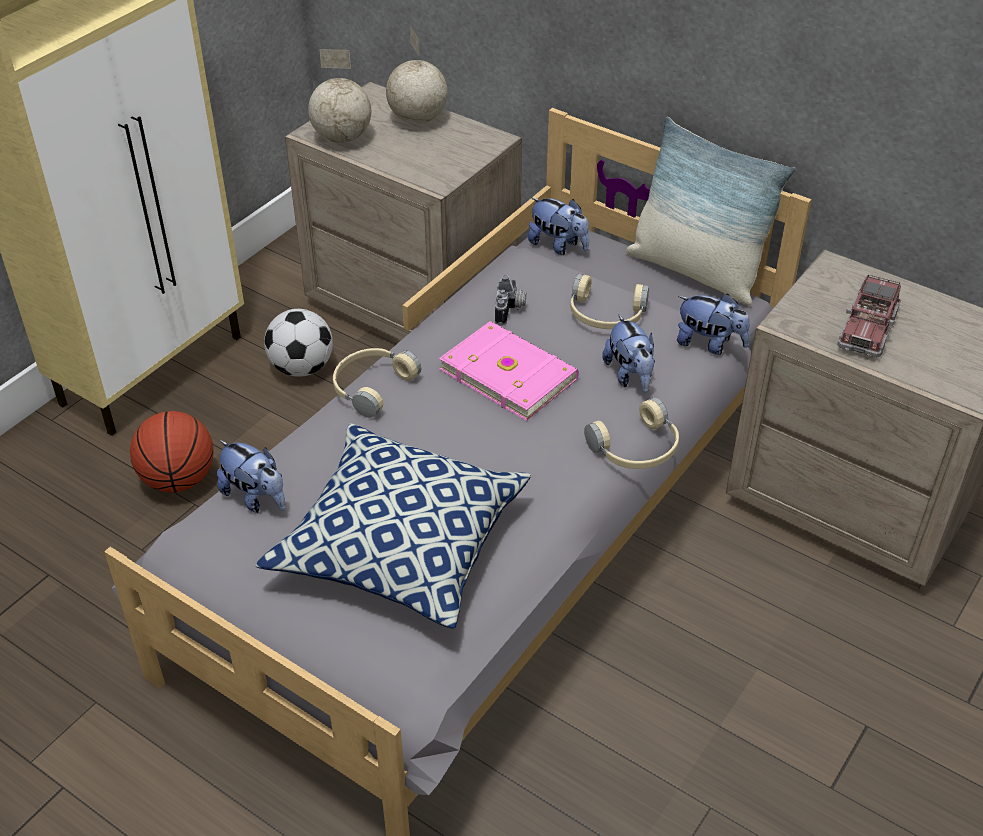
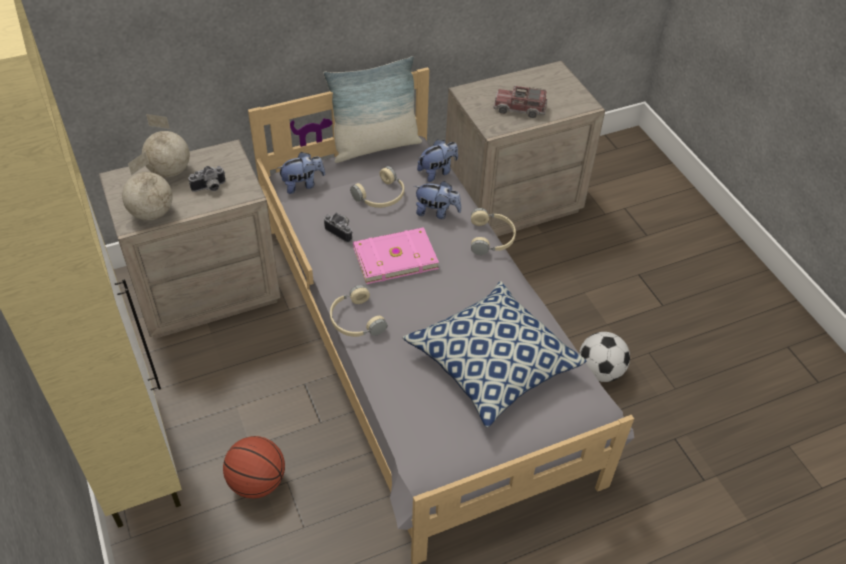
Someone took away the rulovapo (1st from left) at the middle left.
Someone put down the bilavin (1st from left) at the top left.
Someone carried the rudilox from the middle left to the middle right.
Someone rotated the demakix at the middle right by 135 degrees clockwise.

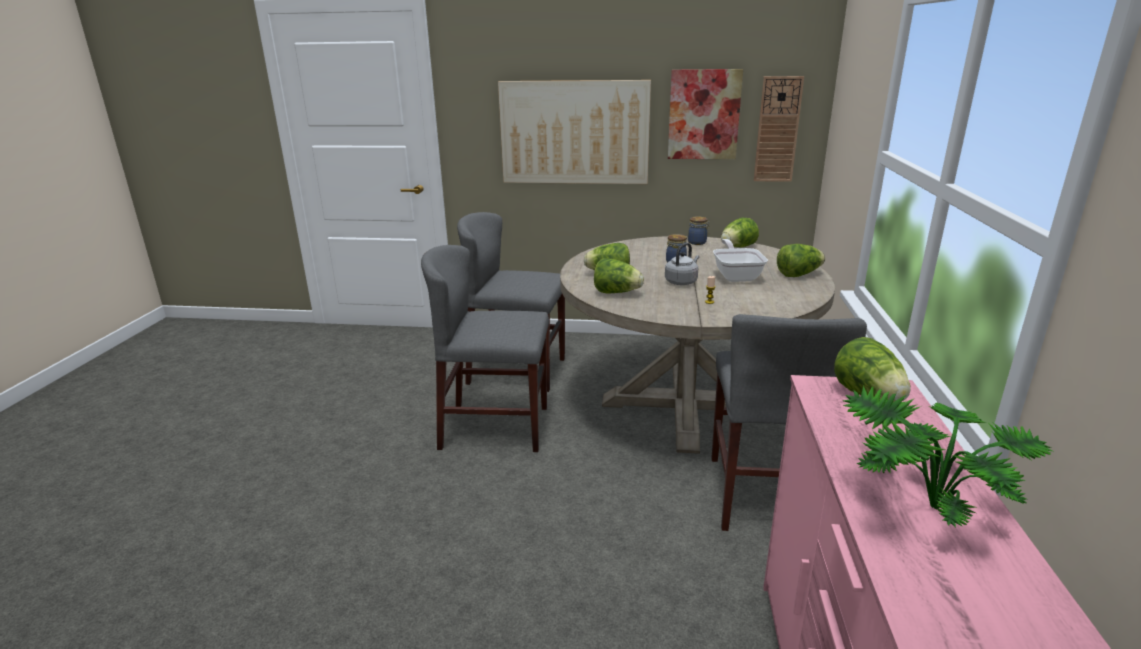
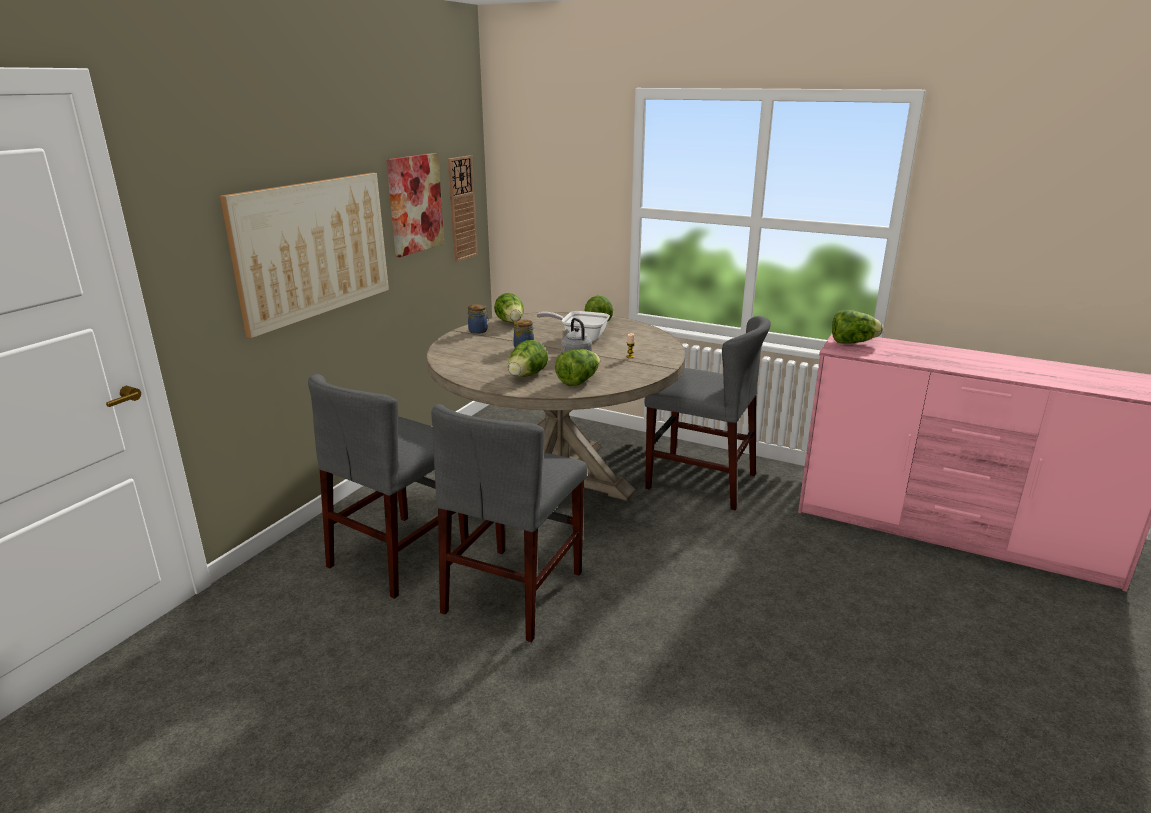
Someone took away the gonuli at the bottom right.

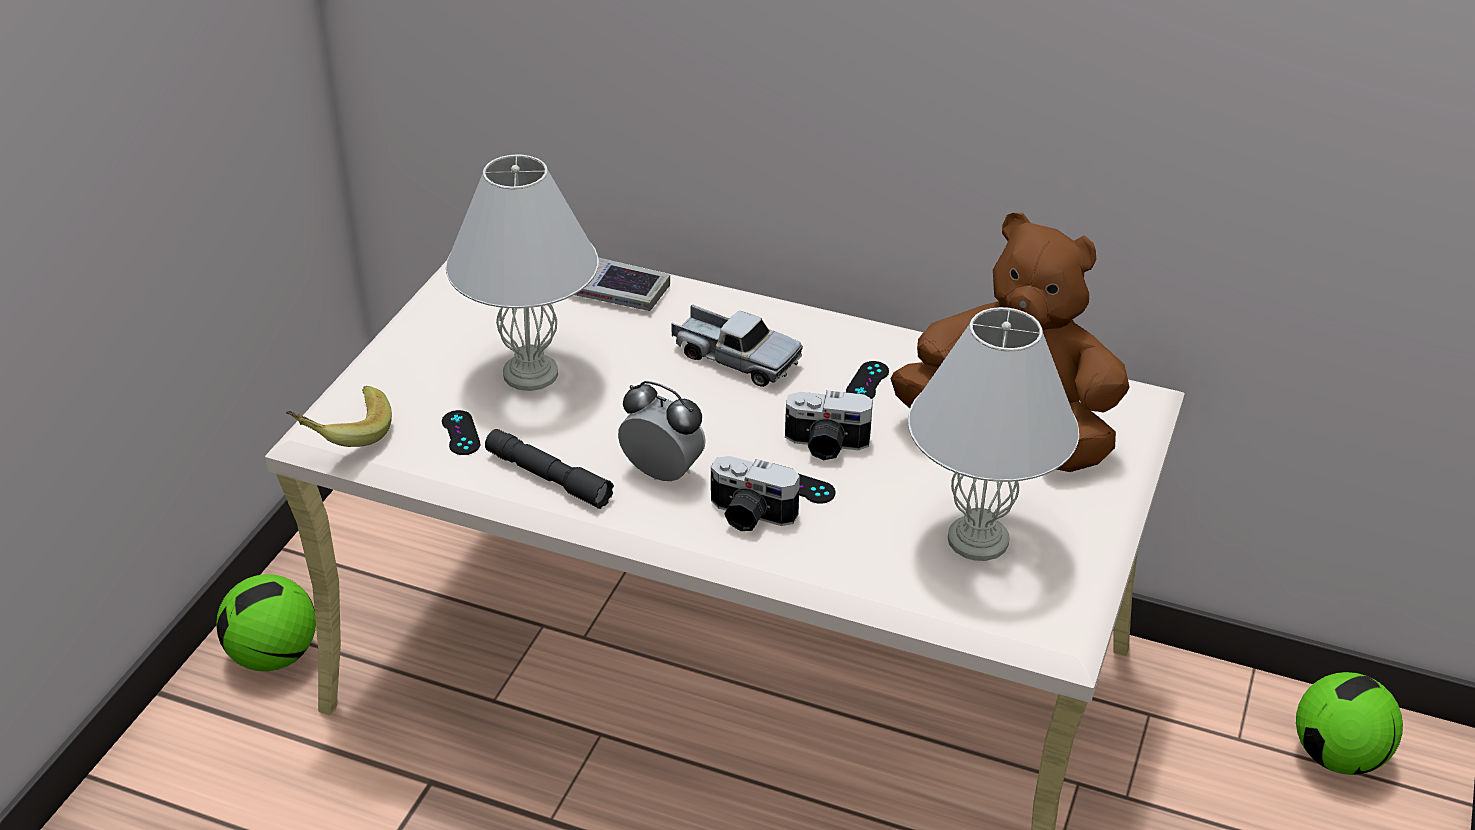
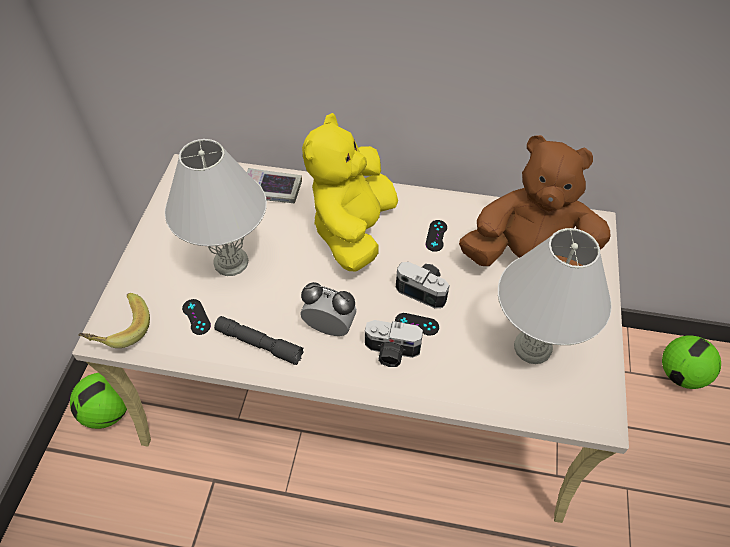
Someone swapped the demakix at the centre for the rulovapo (yellow) at the centre.
Someone rotated the bilavin (2nd from left) at the centre by 150 degrees counterclockwise.

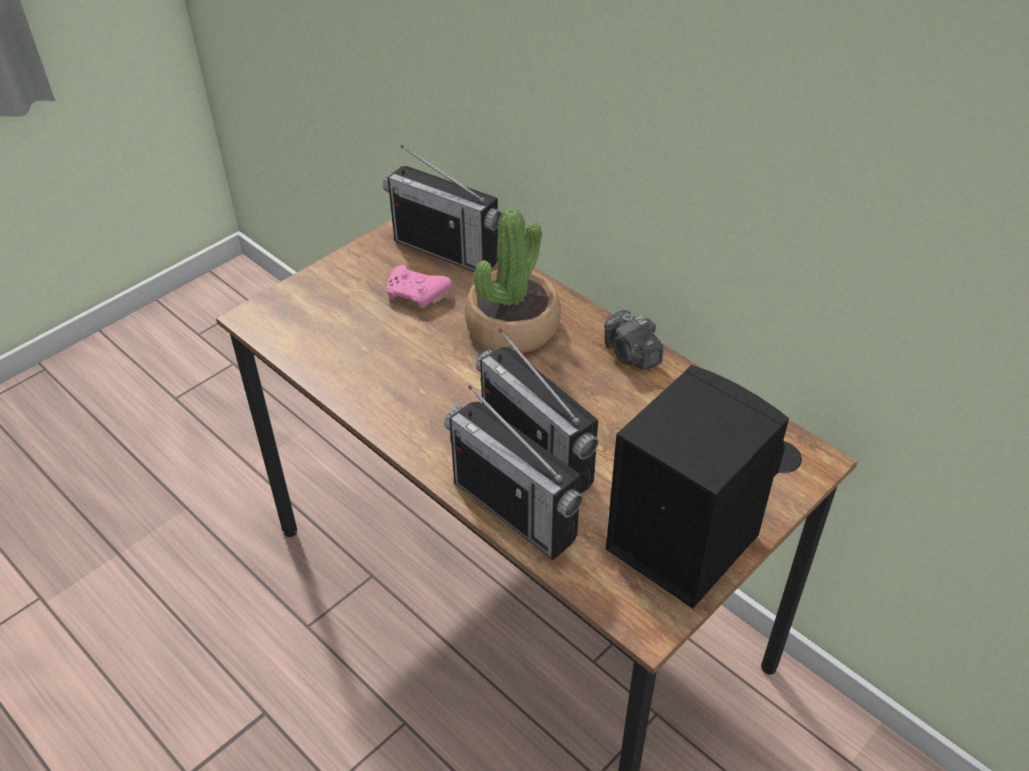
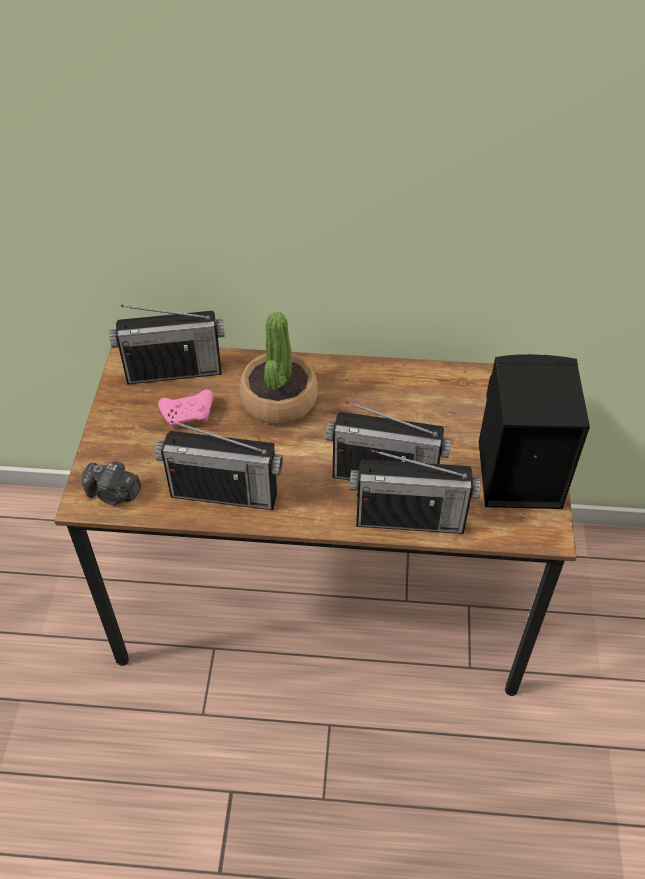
Someone put down the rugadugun (2nd from left) at the centre.
Someone carried the bilavin from the centre to the middle left.

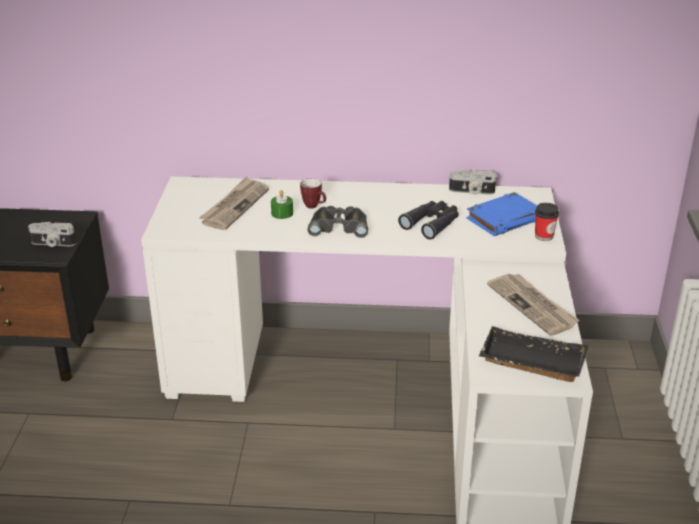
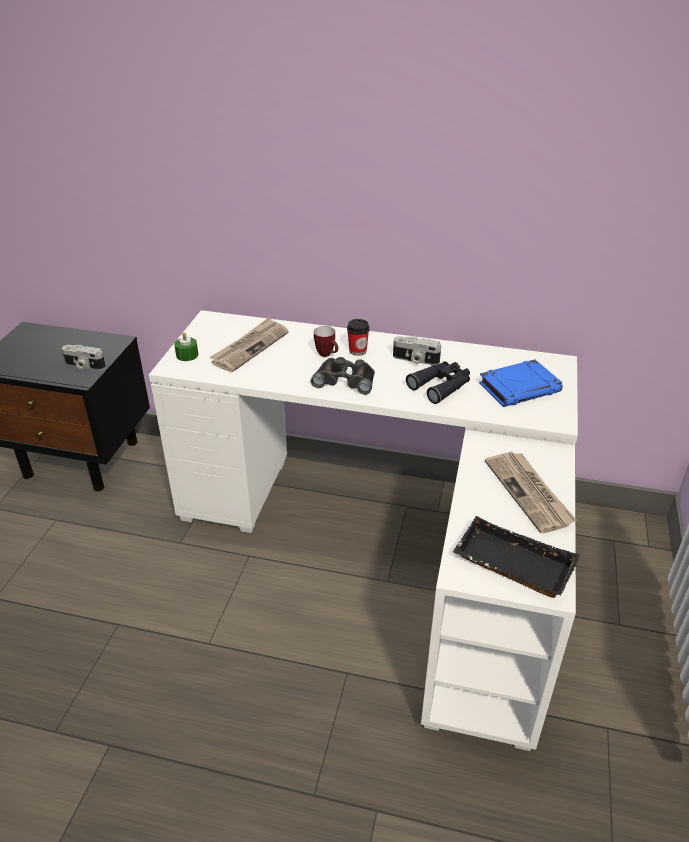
Someone carried the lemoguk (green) from the centre to the middle left.
Someone carried the bilavin (2nd from left) from the middle right to the centre.
Someone carried the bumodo from the middle right to the centre.

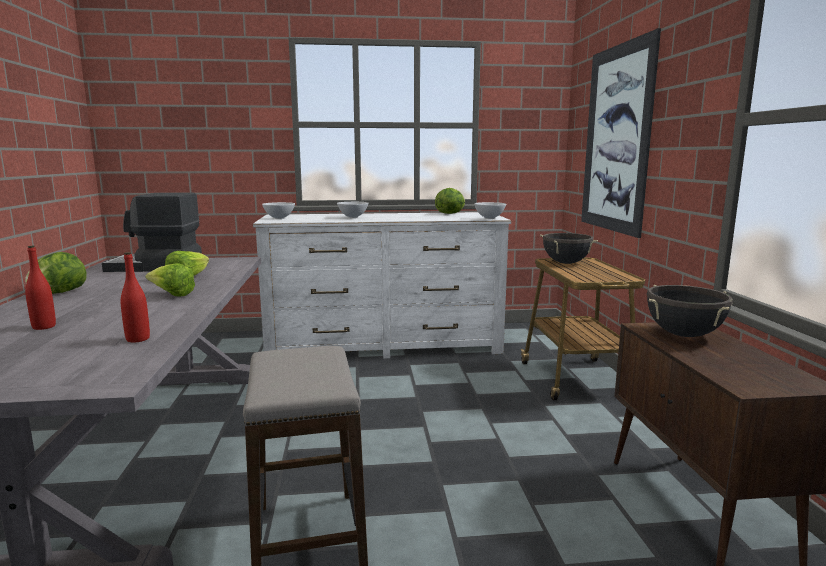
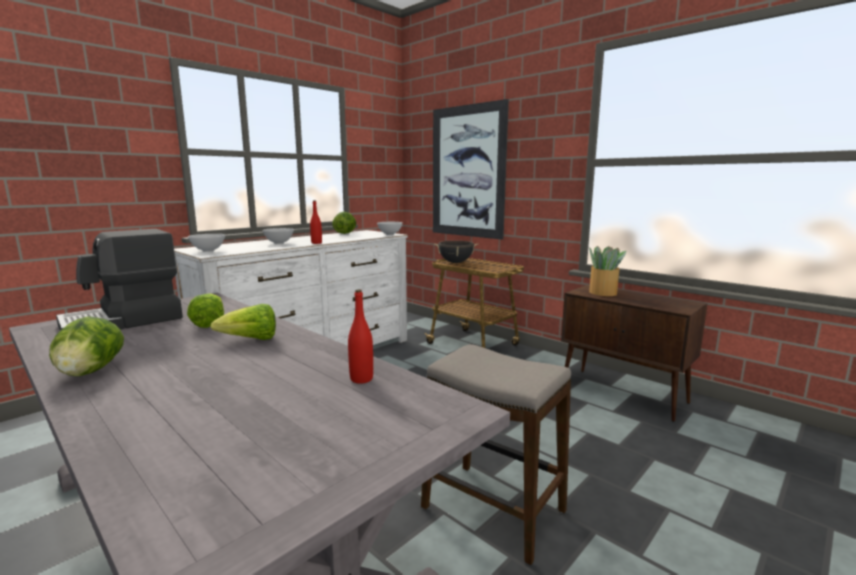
Someone carried the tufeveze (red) (1st from left) from the middle left to the centre.
Someone swapped the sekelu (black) (2nd from left) at the middle right for the gonuli at the middle right.

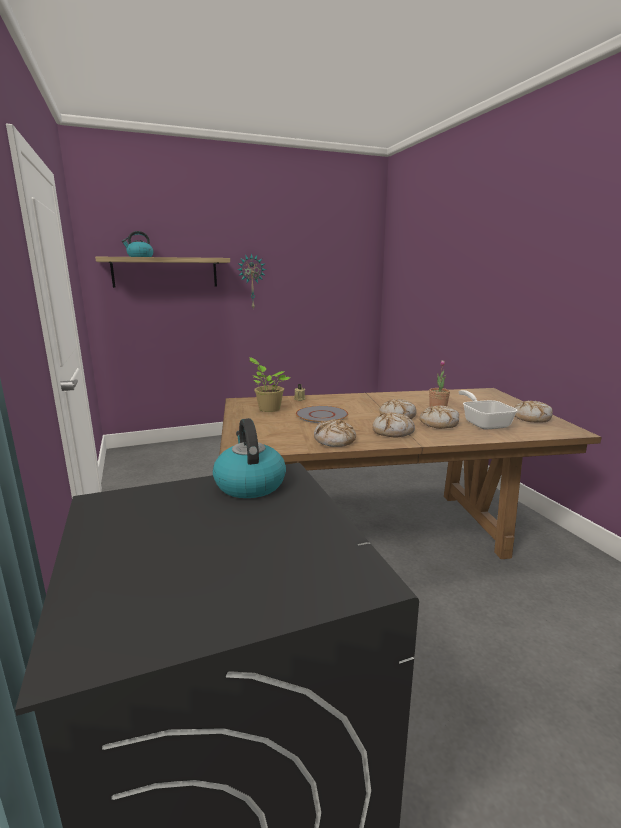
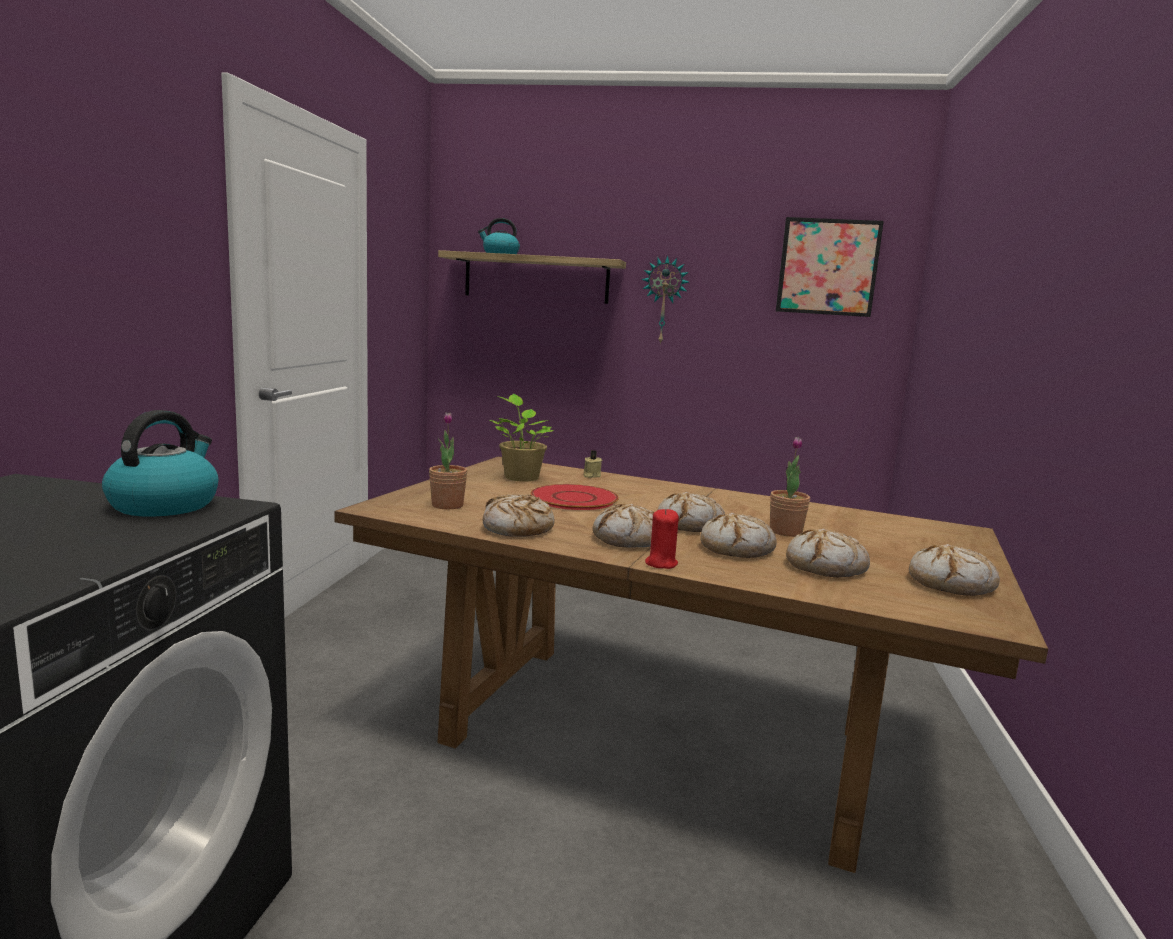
Someone put down the gonuli (1st from left) at the centre.
Someone put down the lemoguk (red) at the centre.
Someone put up the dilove at the top right.
Someone swapped the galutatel at the middle right for the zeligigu (5th from left) at the middle right.
Someone repainted the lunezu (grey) at the centre, which became the lunezu (red) at the centre.

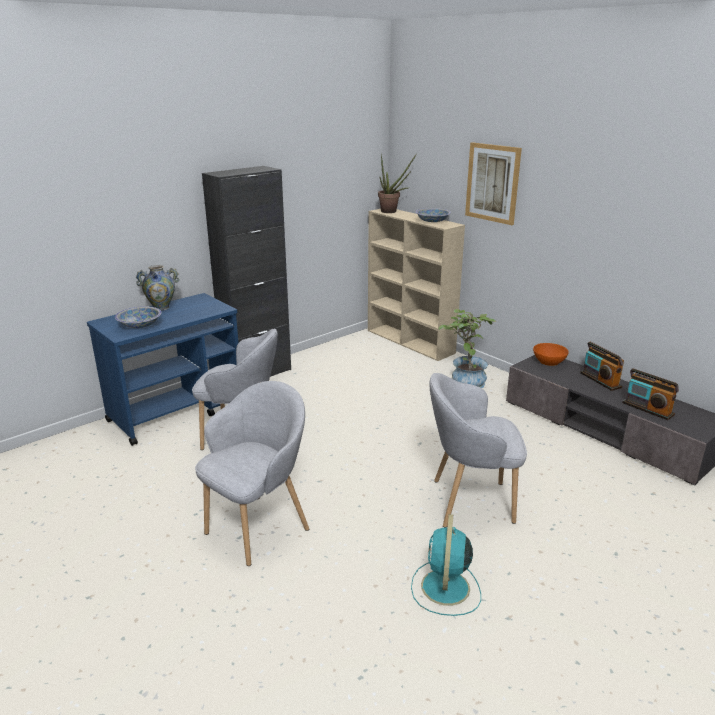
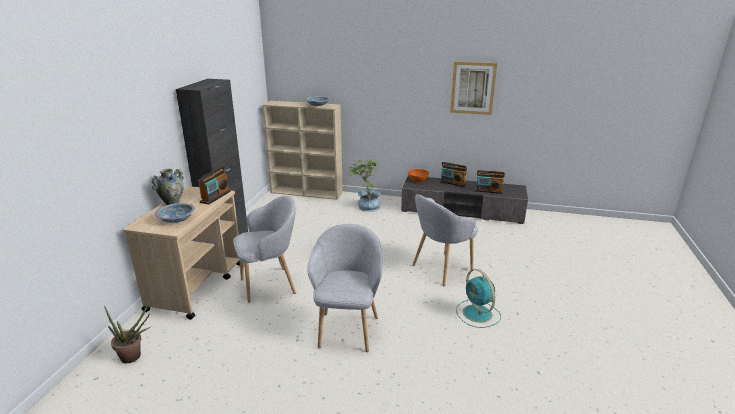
Someone put down the rugadugun (1st from left) at the middle left.
Someone carried the gonuli (1st from left) from the top centre to the bottom left.
Someone carried the dilove from the top right to the top centre.
Someone repainted the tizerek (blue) at the middle left, which became the tizerek (beige) at the middle left.

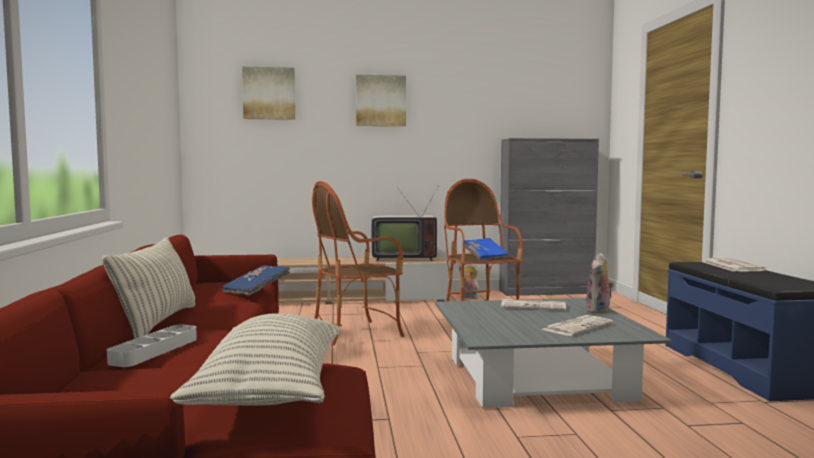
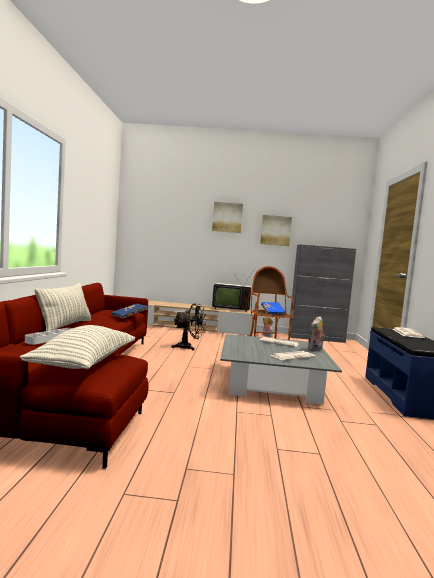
Someone carried the dilove (1st from left in the first image) from the top left to the centre.
Someone swapped the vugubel (1st from left) at the centre for the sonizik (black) at the centre.

